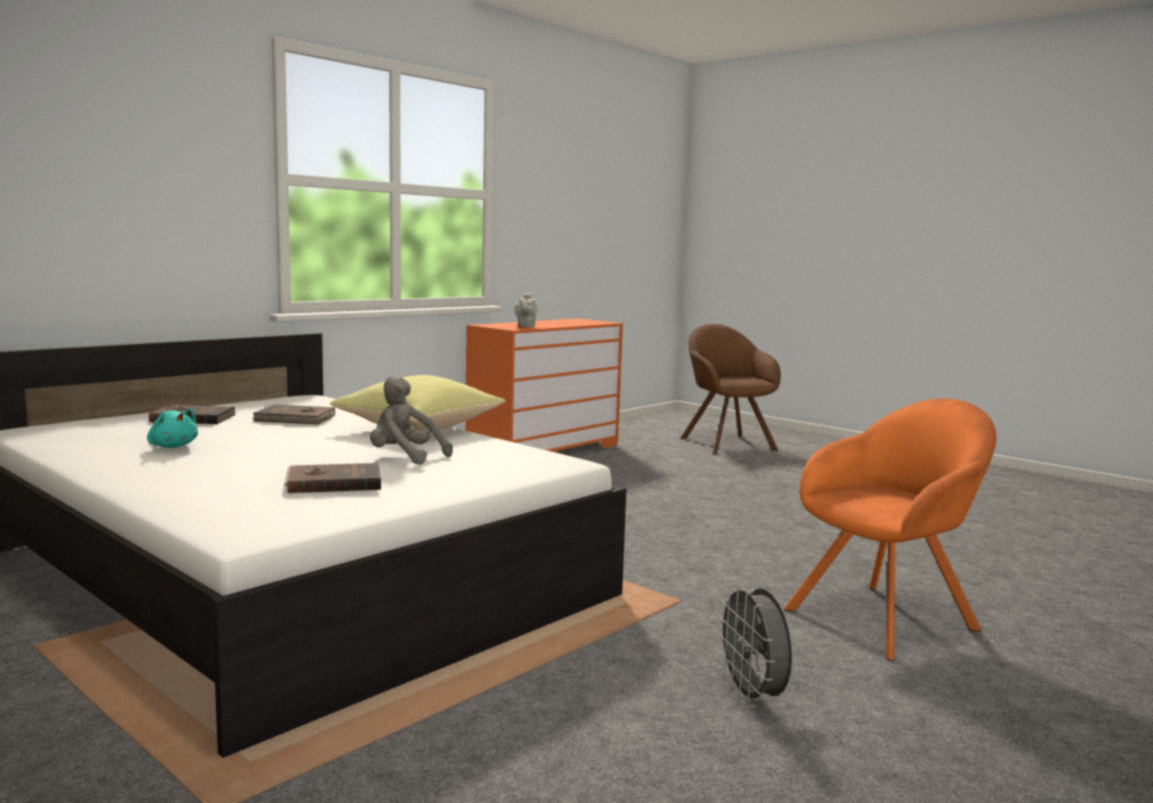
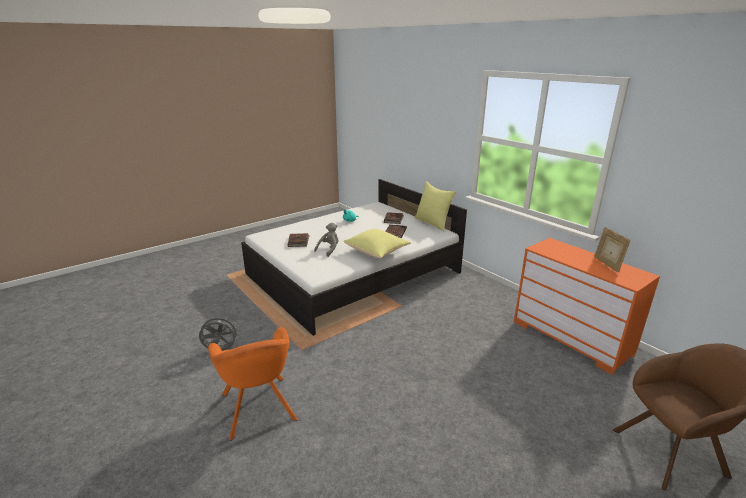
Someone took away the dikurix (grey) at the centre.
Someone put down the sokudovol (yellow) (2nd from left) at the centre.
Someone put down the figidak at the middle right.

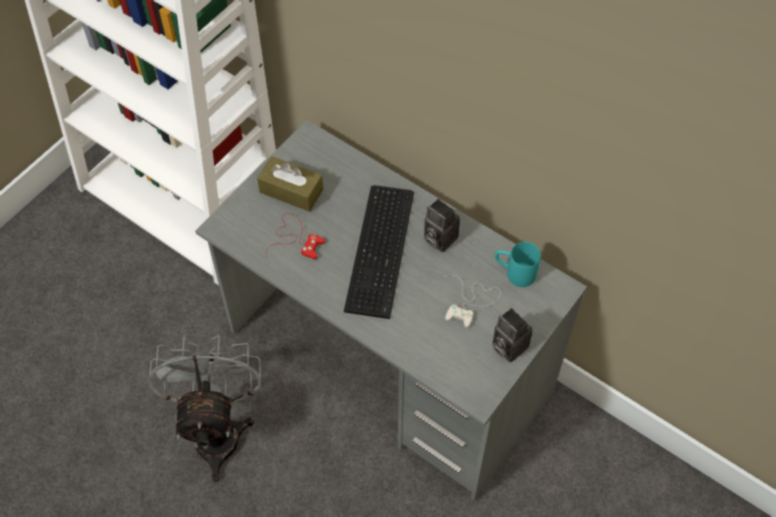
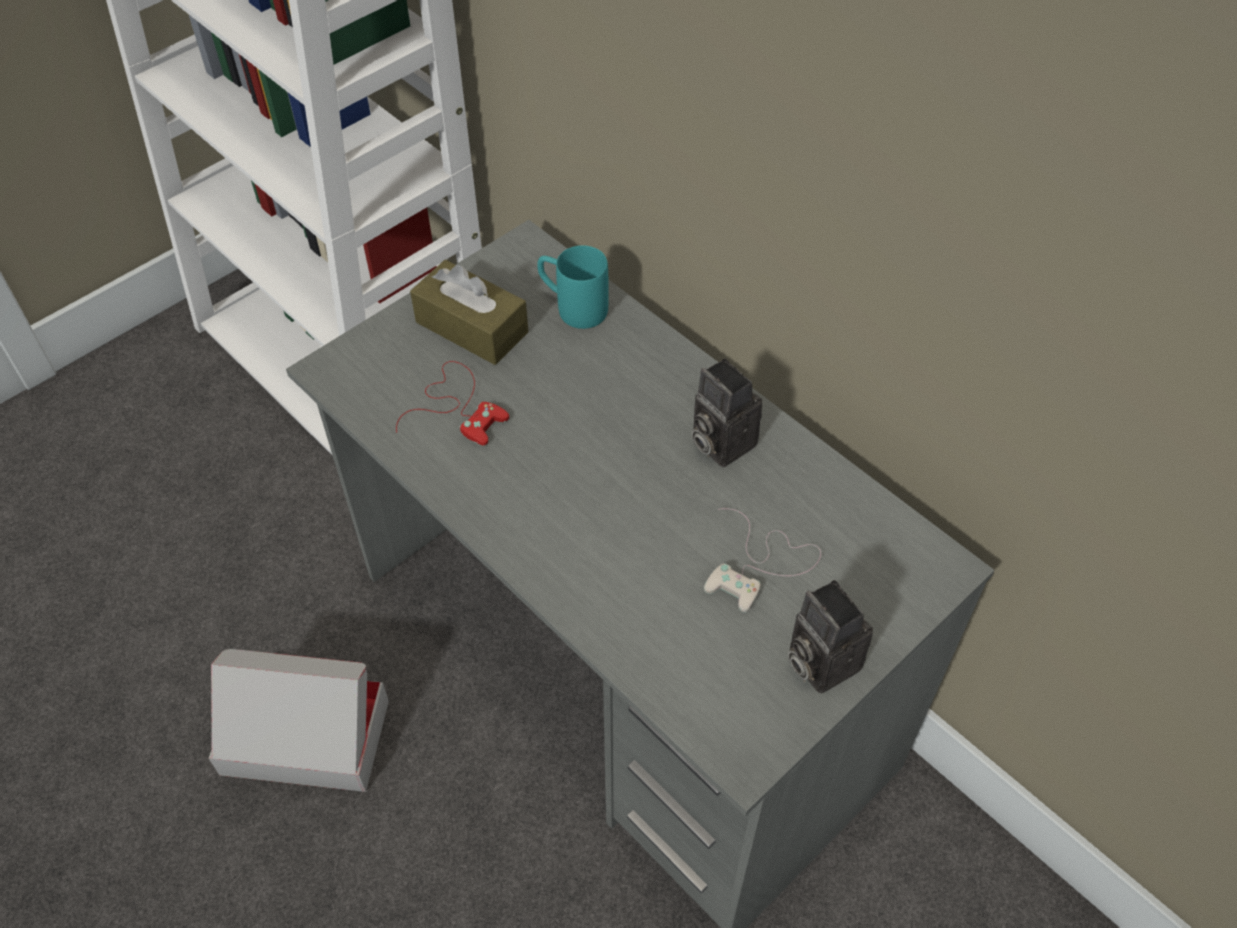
Someone took away the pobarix at the centre.
Someone carried the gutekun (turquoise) from the middle right to the top centre.
Someone swapped the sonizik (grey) at the bottom left for the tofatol at the bottom left.

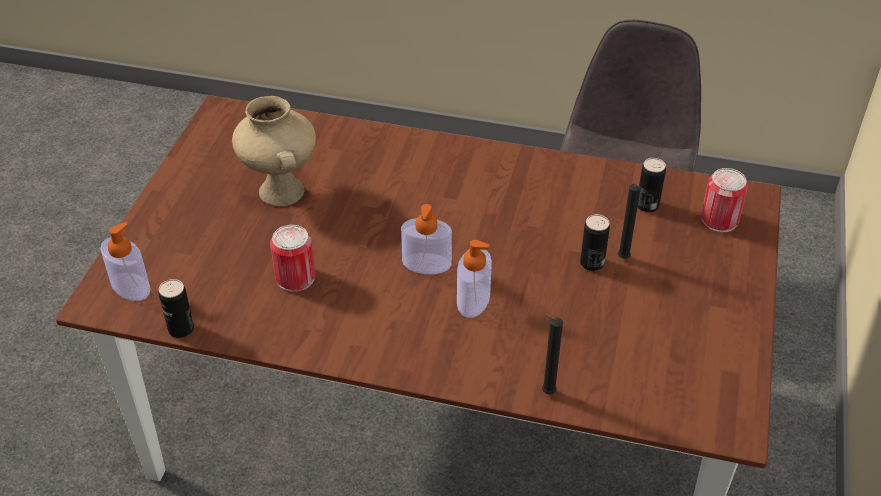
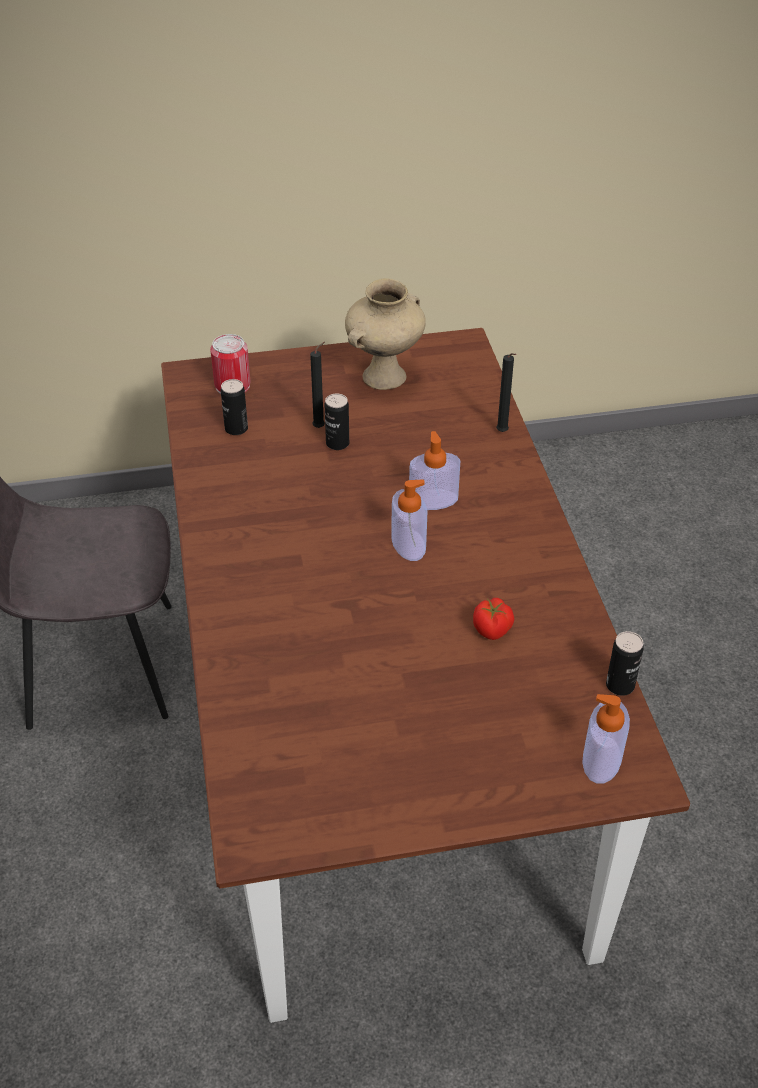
Someone carried the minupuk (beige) from the top left to the top centre.
Someone swapped the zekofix (2nd from left) at the middle left for the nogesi at the centre.

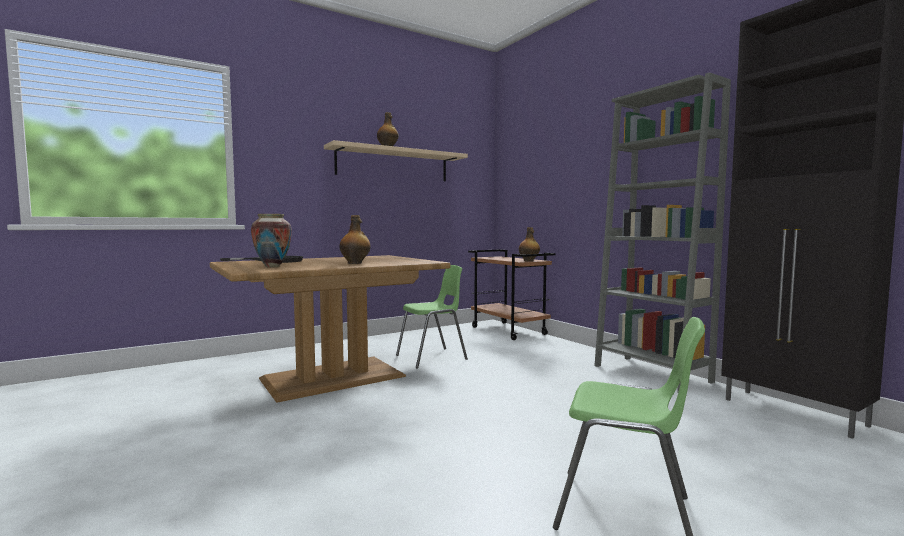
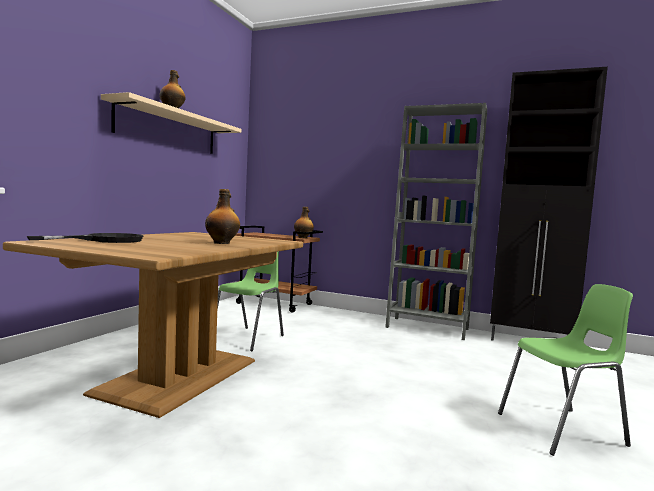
Someone took away the minupuk at the middle left.

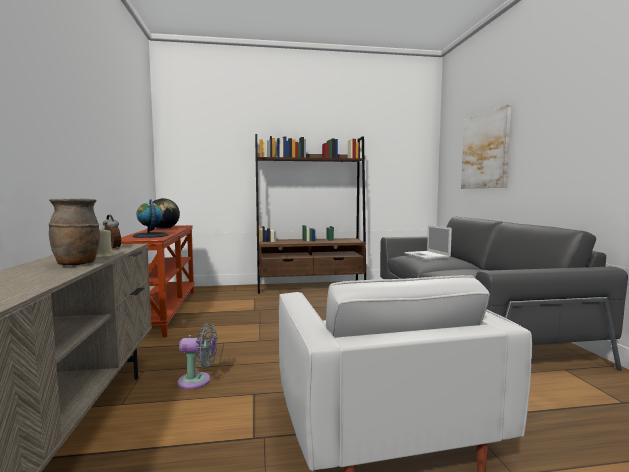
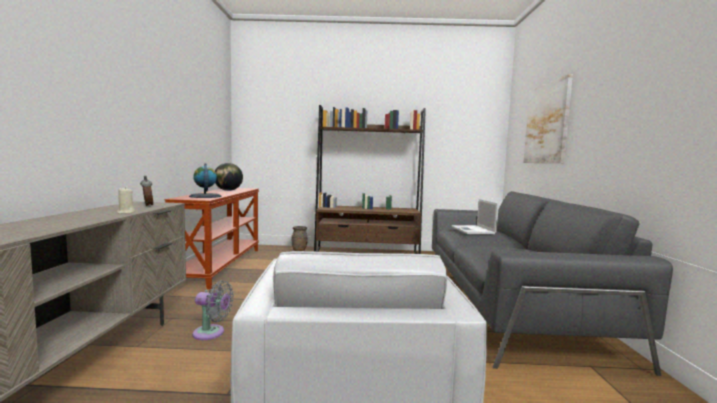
Someone carried the minupuk (brown) from the middle left to the centre.

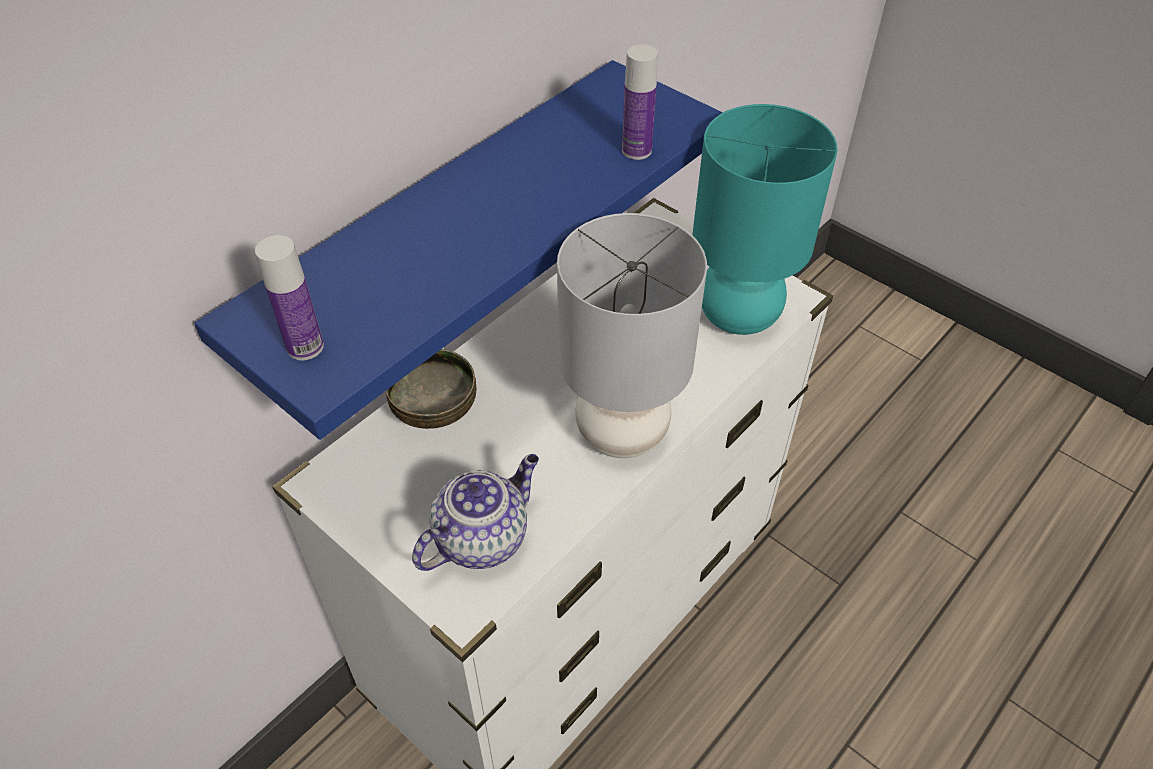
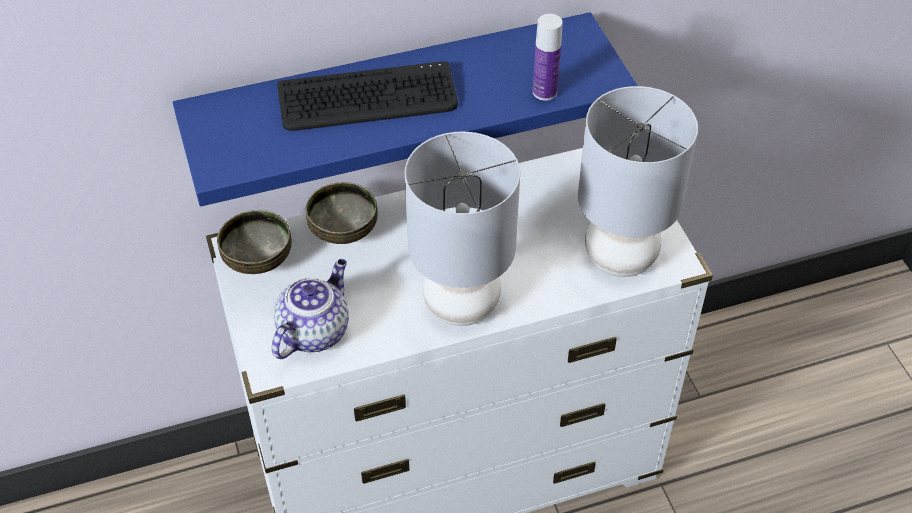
Someone took away the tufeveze (1st from left) at the middle left.
Someone put down the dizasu (1st from left) at the middle left.
Someone put down the pobarix at the top centre.
Someone repainted the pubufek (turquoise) at the top centre, which became the pubufek (grey) (2nd from left) at the middle right.
Someone rotated the dikurix at the centre by 45 degrees counterclockwise.

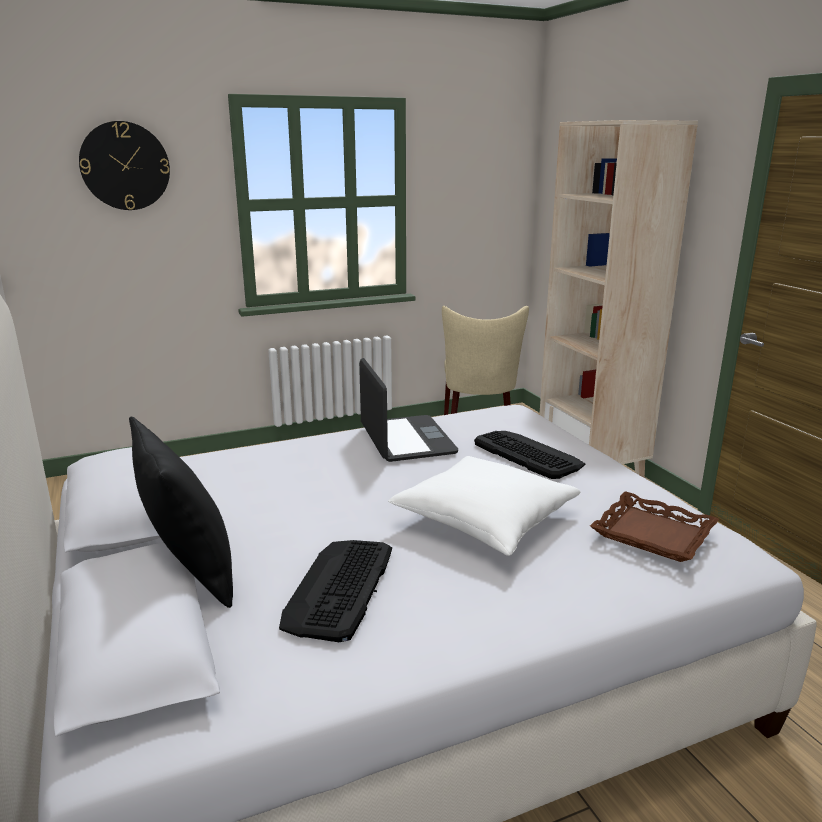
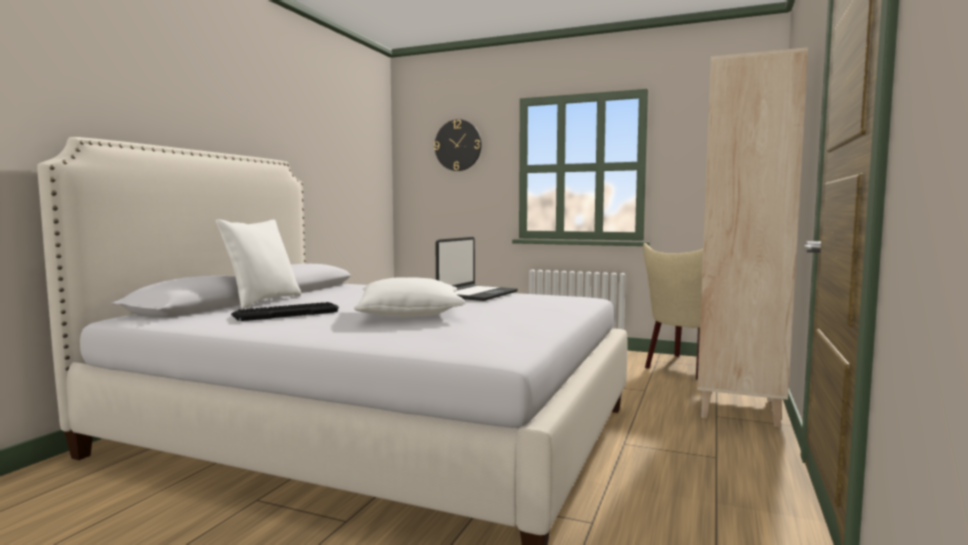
Someone took away the pobarix (2nd from left) at the centre.
Someone took away the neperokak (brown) at the middle right.
Someone repainted the sokudovol (black) at the middle left, which became the sokudovol (white) (1st from left) at the middle left.

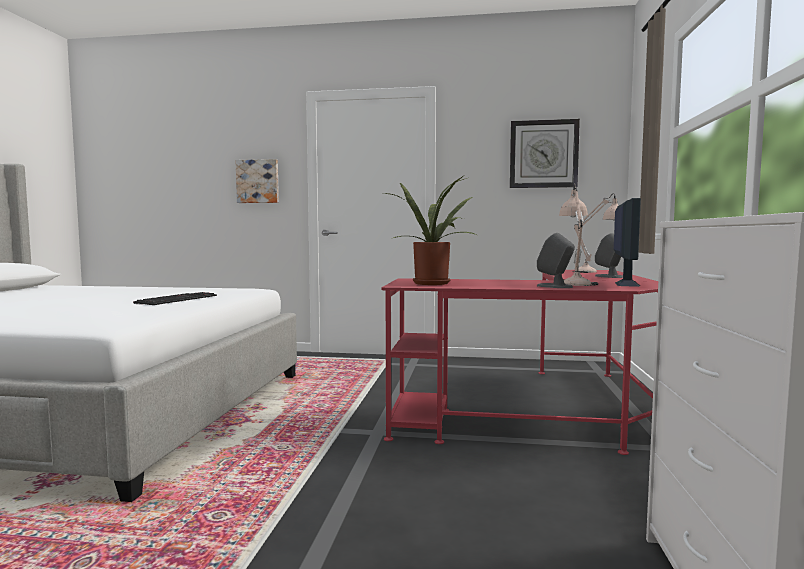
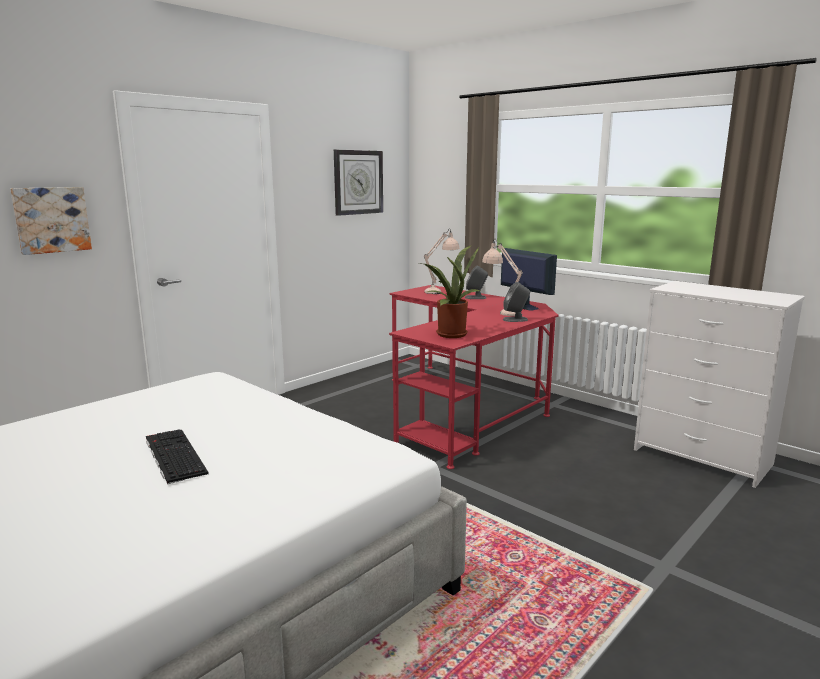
Someone carried the pobarix from the middle left to the bottom left.

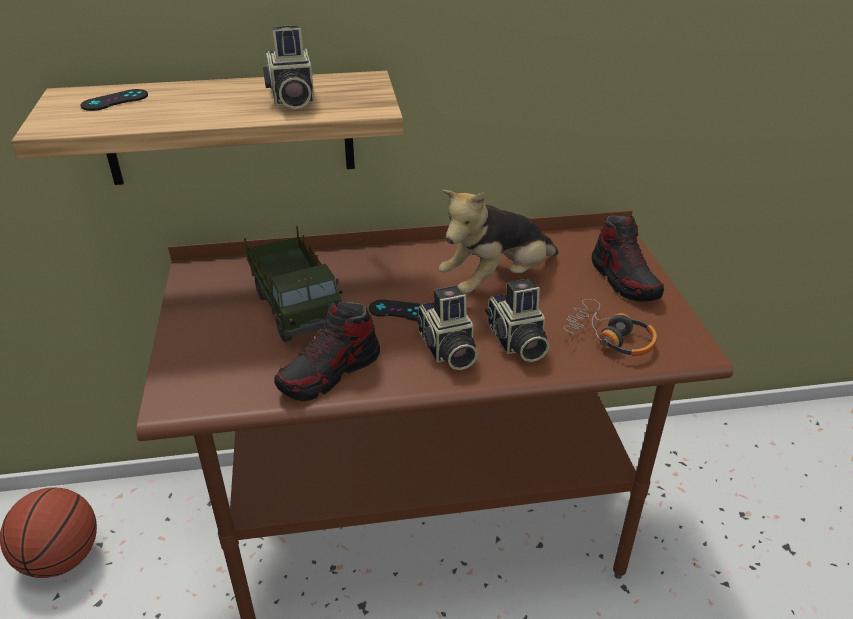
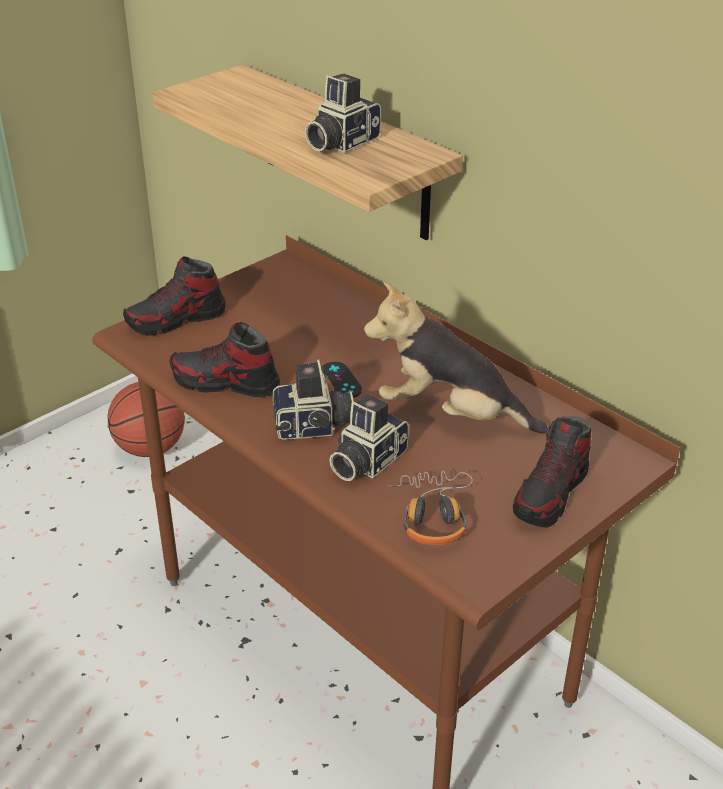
Someone took away the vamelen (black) (1st from left) at the top left.
Someone took away the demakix at the centre.
Someone put down the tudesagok (1st from left) at the middle left.
Someone rotated the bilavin (2nd from left in the first image) at the centre by 135 degrees counterclockwise.

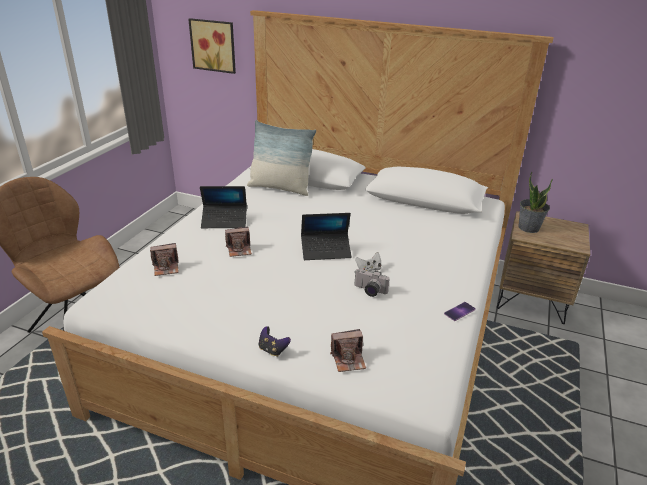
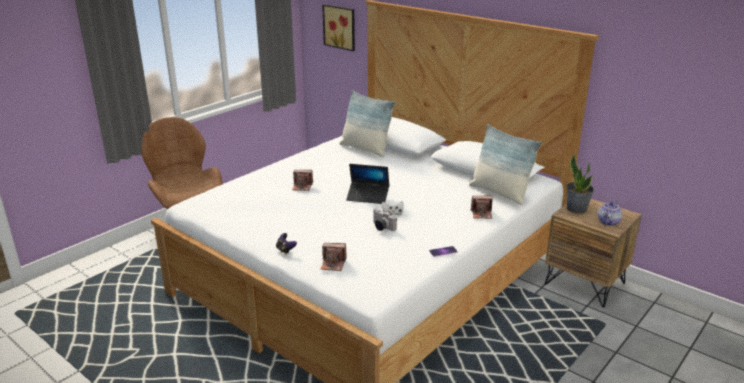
Someone took away the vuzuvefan (1st from left) at the centre.
Someone put down the sokudovol (2nd from left) at the middle right.
Someone put down the dikurix at the middle right.
Someone carried the bilavin (1st from left in the first image) from the middle left to the centre.

